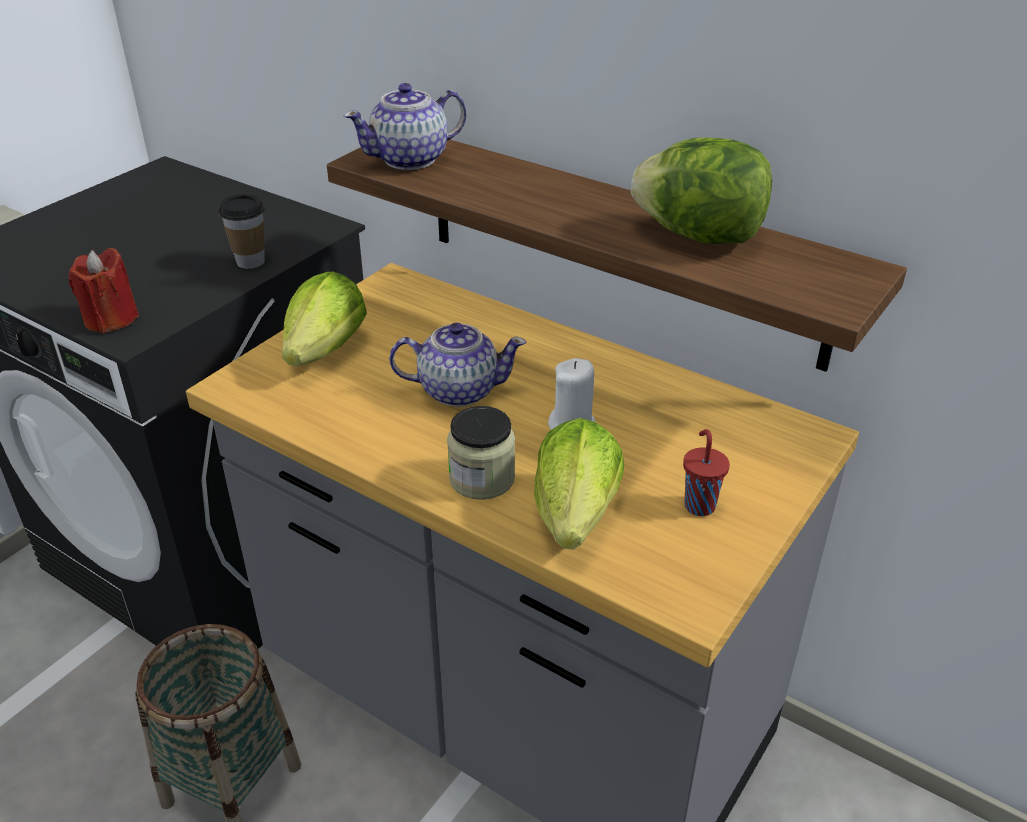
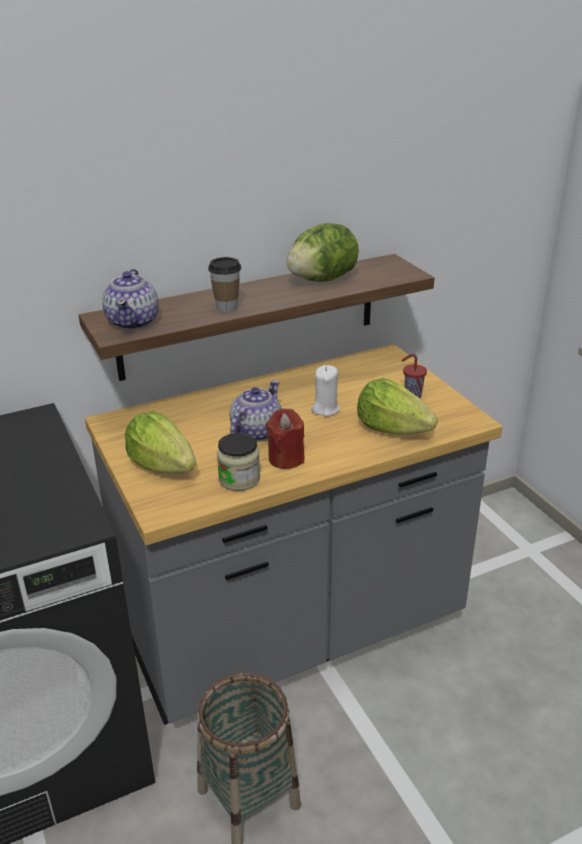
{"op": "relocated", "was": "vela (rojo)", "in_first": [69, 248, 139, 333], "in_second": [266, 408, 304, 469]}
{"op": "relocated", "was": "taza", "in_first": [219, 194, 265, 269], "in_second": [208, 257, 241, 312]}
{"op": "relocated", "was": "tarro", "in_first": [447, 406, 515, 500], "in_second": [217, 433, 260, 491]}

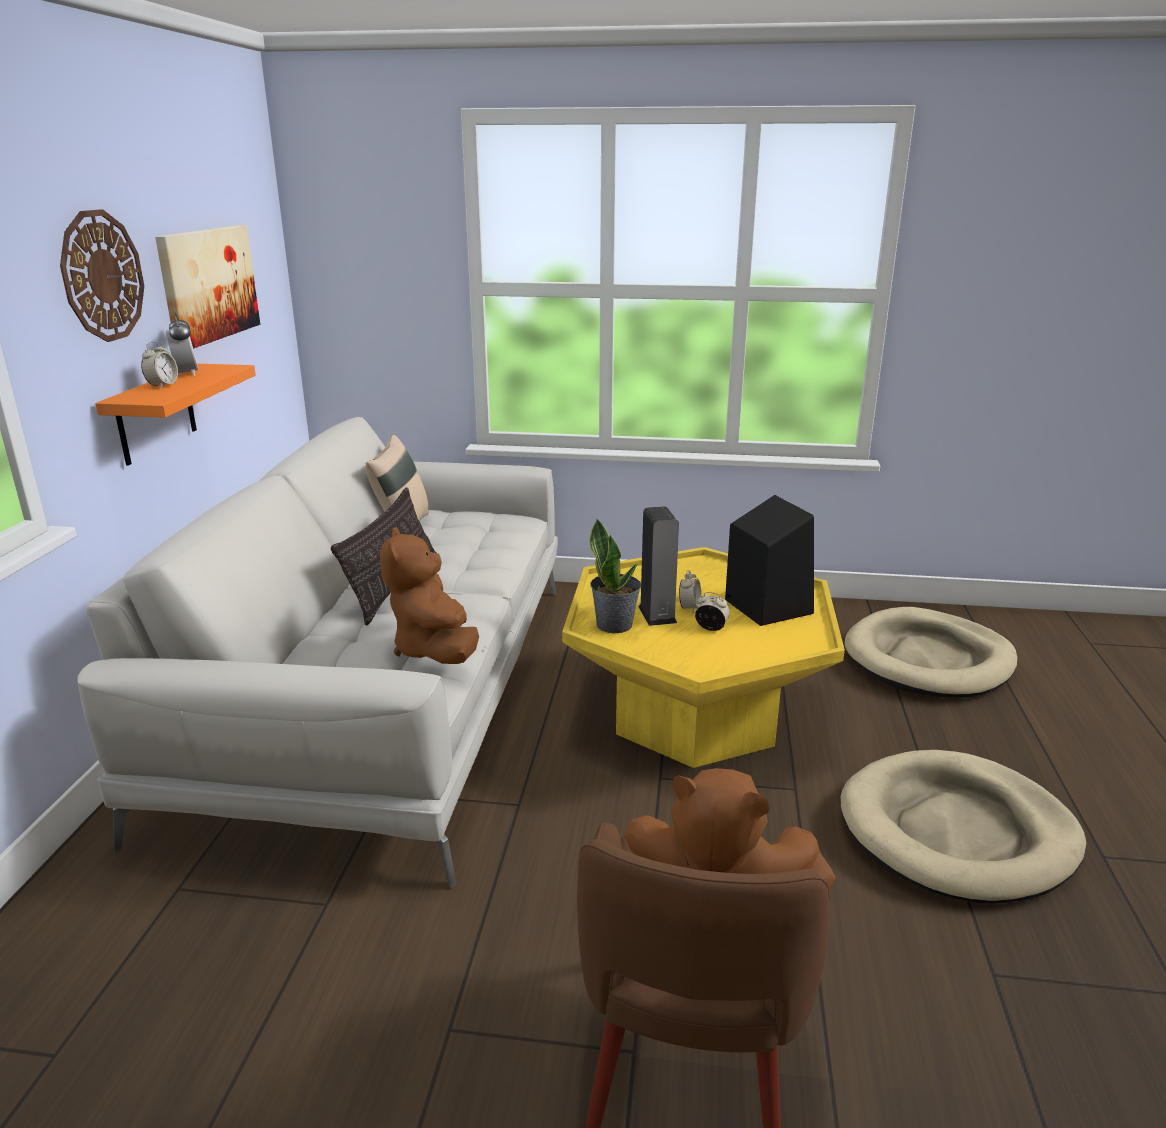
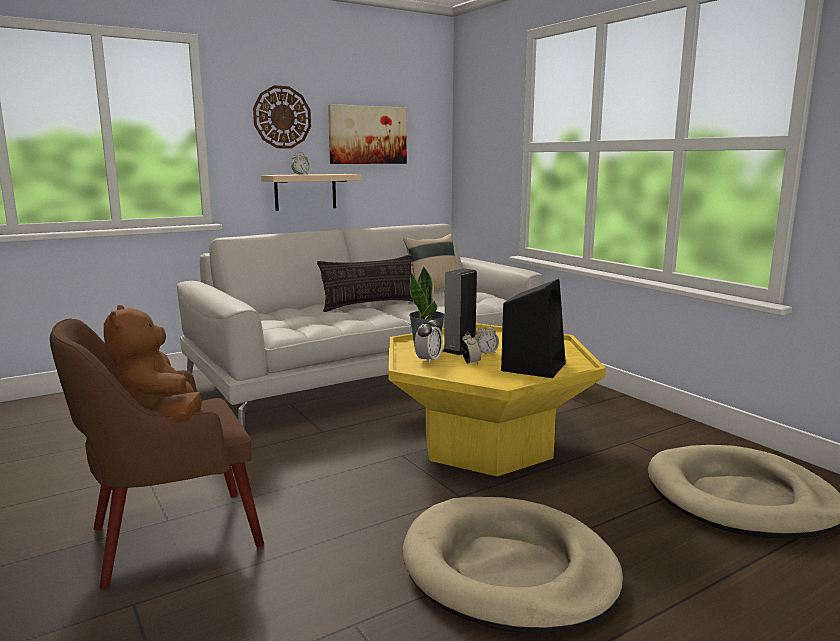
{"op": "colour", "was": "estante (naranja)", "now": "estante (beis)", "in_first": [95, 364, 256, 466], "in_second": [261, 174, 361, 211]}
{"op": "relocated", "was": "despertador", "in_first": [166, 313, 199, 376], "in_second": [414, 315, 443, 364]}
{"op": "missing", "was": "peluche (marrón)", "in_first": [380, 527, 479, 664]}

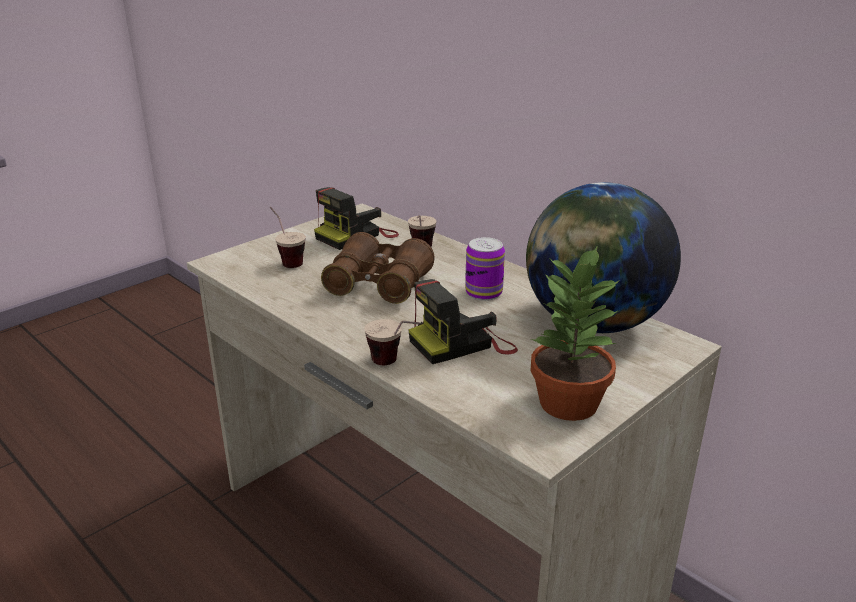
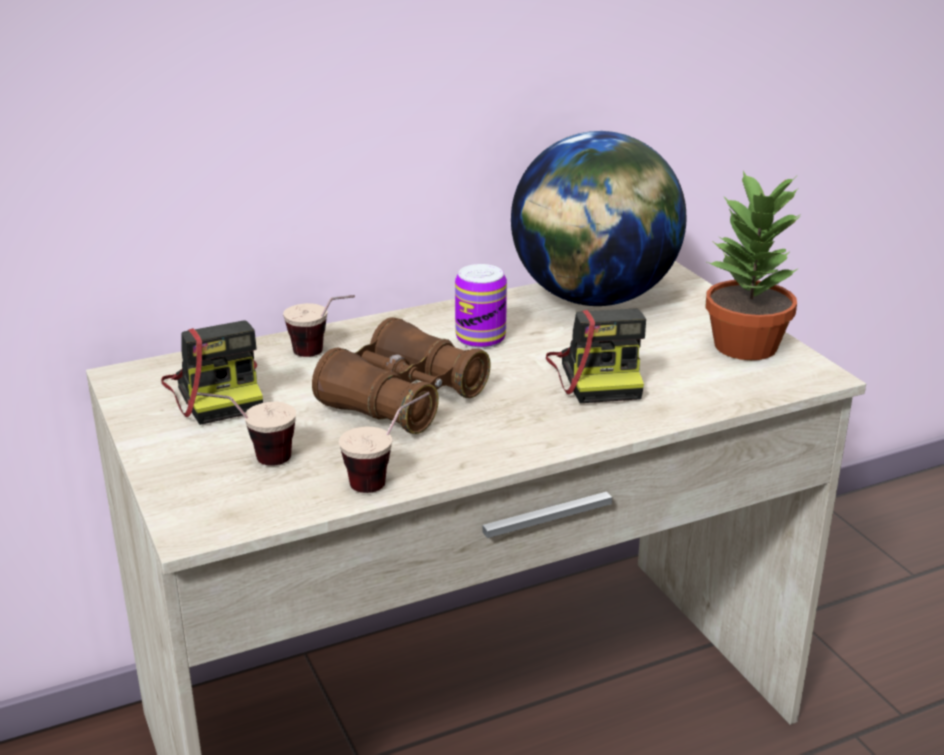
{"op": "relocated", "was": "taza", "in_first": [364, 319, 420, 365], "in_second": [339, 392, 430, 493]}

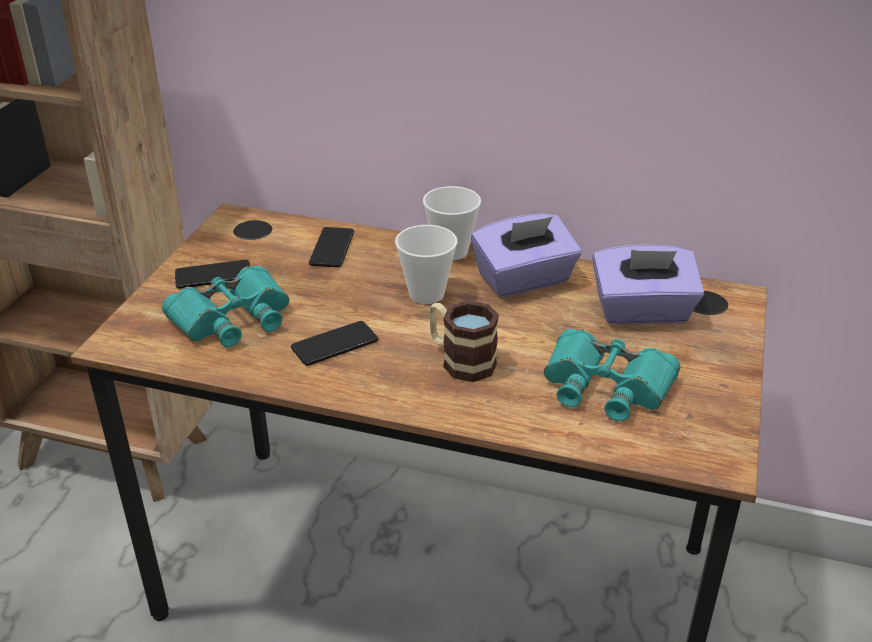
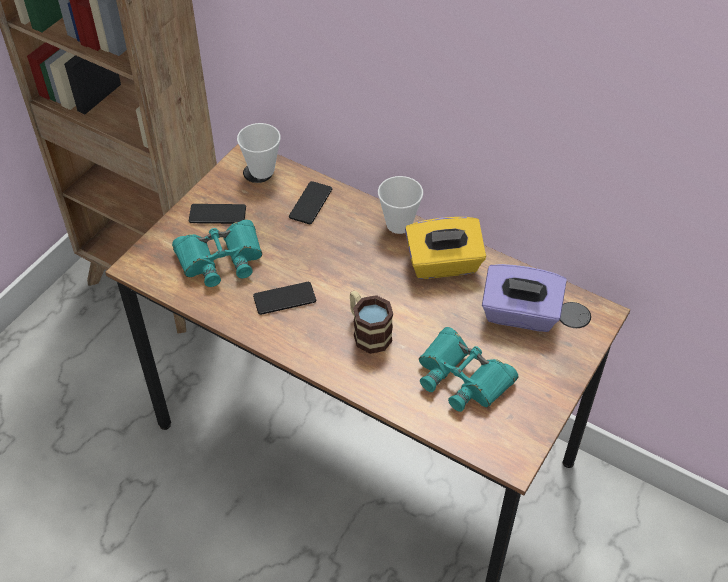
{"op": "relocated", "was": "taza", "in_first": [395, 225, 458, 304], "in_second": [237, 123, 281, 179]}
{"op": "colour", "was": "caja de pañuelos (morado)", "now": "caja de pañuelos (amarillo)", "in_first": [471, 213, 581, 297], "in_second": [405, 217, 486, 279]}

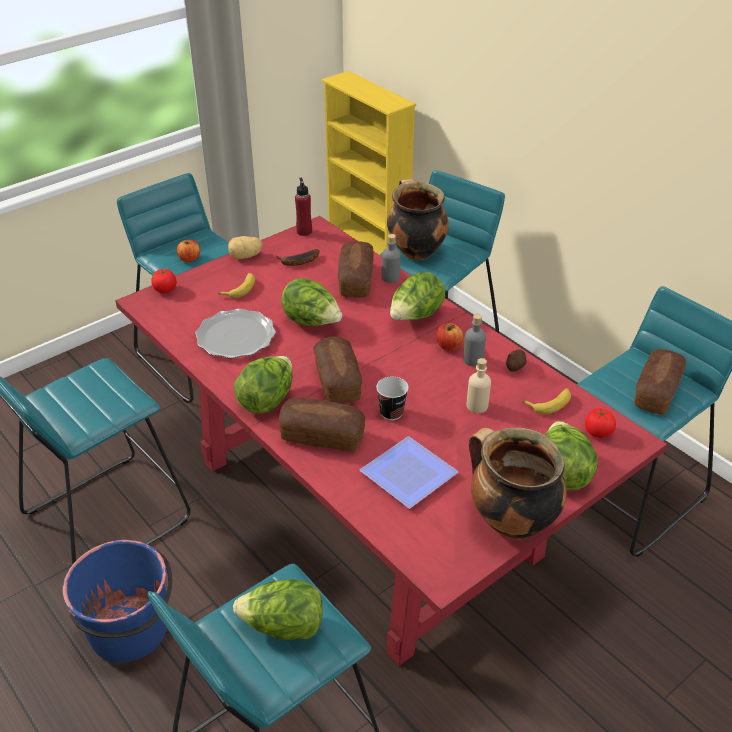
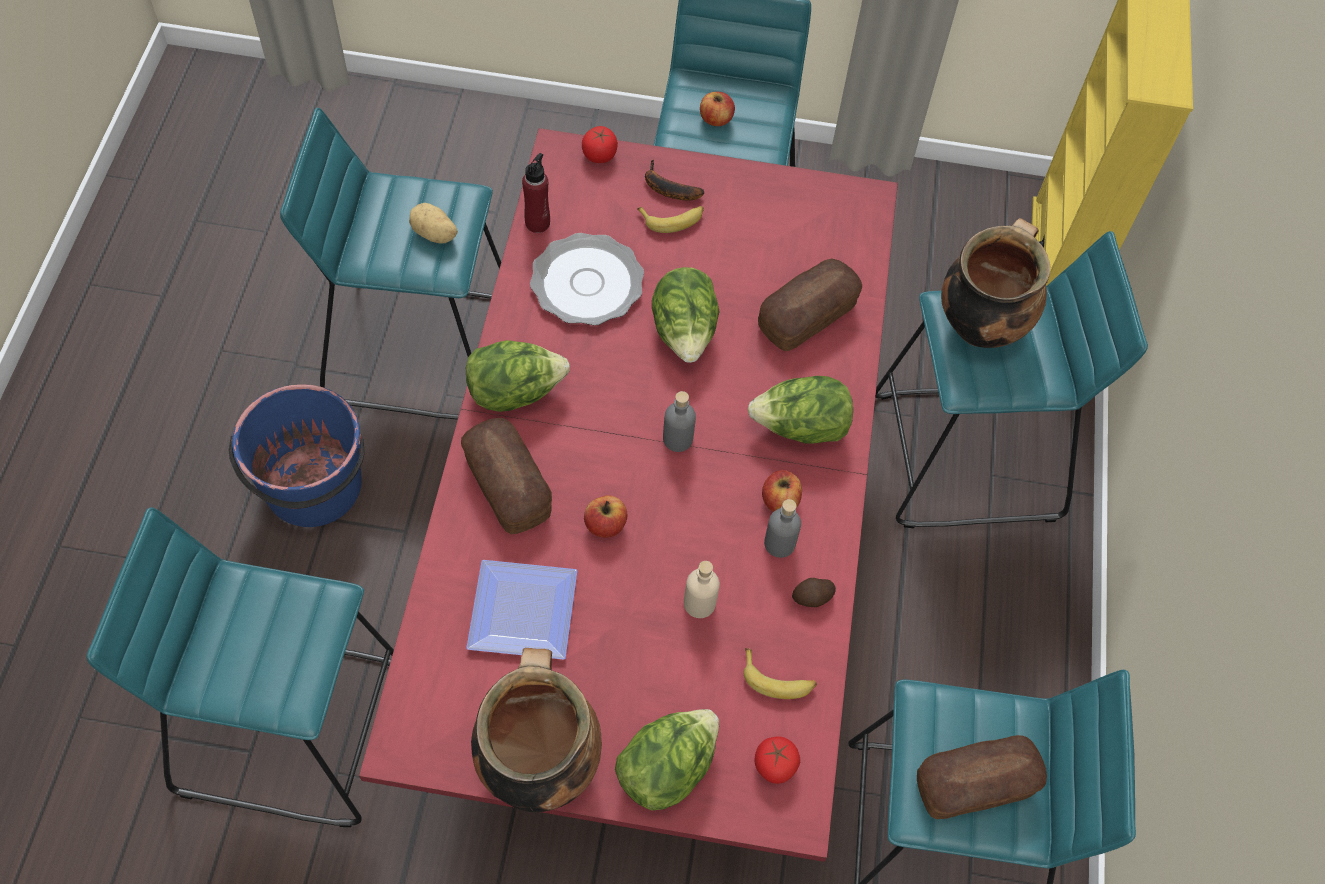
{"op": "relocated", "was": "patata", "in_first": [228, 236, 263, 259], "in_second": [409, 203, 458, 244]}
{"op": "missing", "was": "lechuga", "in_first": [233, 579, 323, 640]}
{"op": "relocated", "was": "plátano", "in_first": [276, 249, 319, 266], "in_second": [645, 159, 704, 201]}
{"op": "relocated", "was": "botella (rojo)", "in_first": [295, 178, 312, 236], "in_second": [522, 153, 550, 233]}
{"op": "missing", "was": "pan", "in_first": [313, 337, 362, 404]}
{"op": "exchanged", "was": "taza", "now": "manzana", "in_first": [376, 376, 409, 421], "in_second": [584, 495, 627, 538]}
{"op": "relocated", "was": "botella (gris)", "in_first": [381, 234, 401, 283], "in_second": [663, 391, 696, 452]}

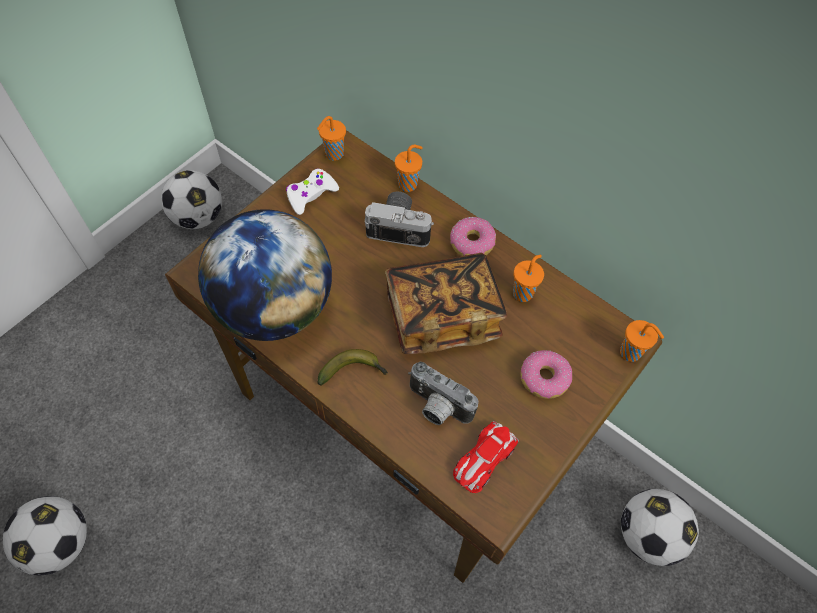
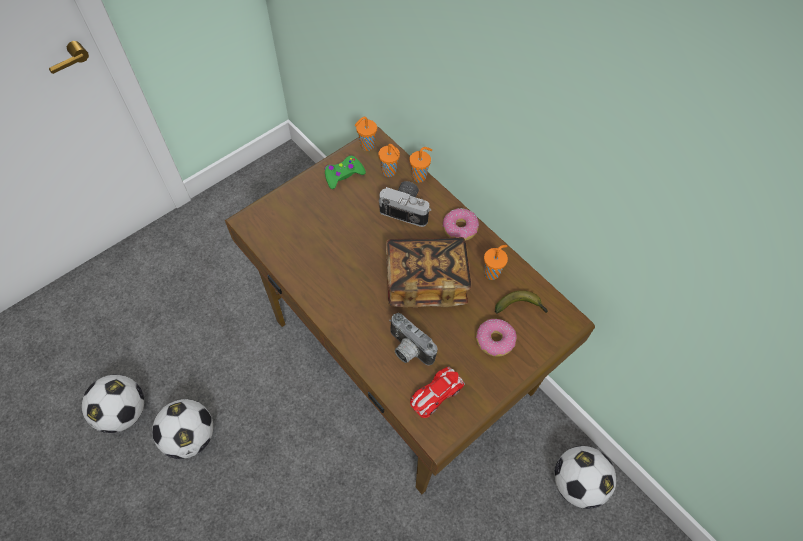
{"op": "relocated", "was": "balón de fútbol", "in_first": [161, 170, 222, 229], "in_second": [152, 399, 213, 459]}
{"op": "missing", "was": "globo terráqueo", "in_first": [198, 209, 332, 341]}
{"op": "colour", "was": "mando de consola (blanco)", "now": "mando de consola (verde)", "in_first": [286, 168, 339, 215], "in_second": [324, 155, 366, 189]}
{"op": "relocated", "was": "plátano", "in_first": [318, 349, 388, 385], "in_second": [495, 290, 548, 313]}
{"op": "relocated", "was": "taza (naranja)", "in_first": [620, 320, 664, 362], "in_second": [378, 144, 400, 177]}

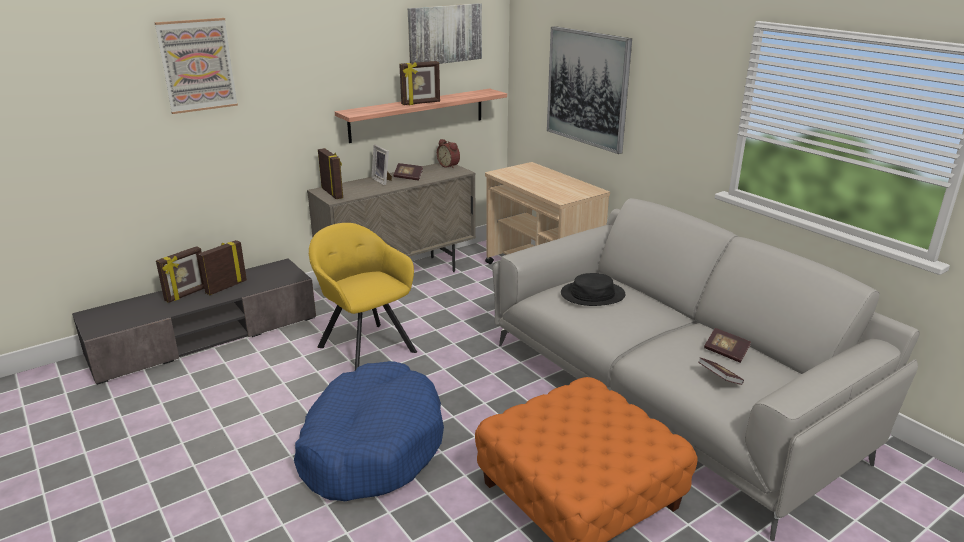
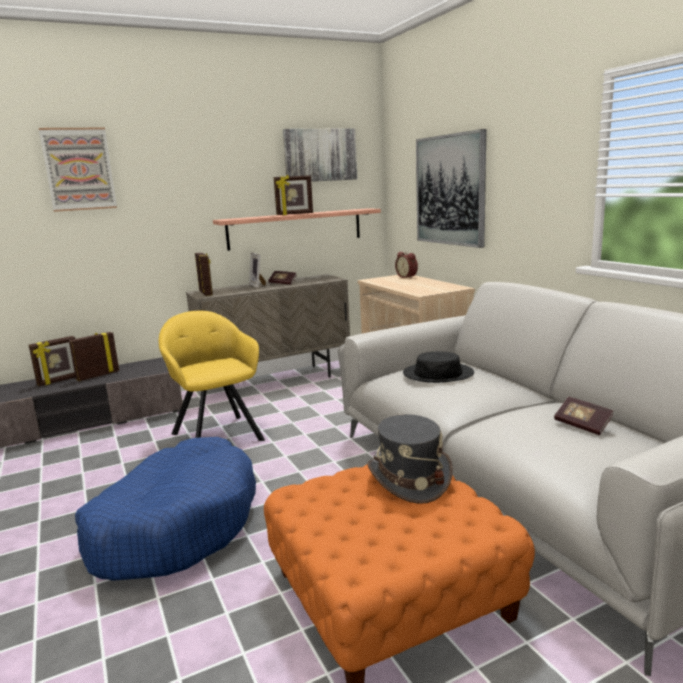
{"op": "relocated", "was": "despertador", "in_first": [437, 139, 460, 169], "in_second": [395, 252, 418, 279]}
{"op": "missing", "was": "libro", "in_first": [698, 357, 744, 385]}
{"op": "appeared", "now": "sombrero (gris)", "in_second": [367, 414, 453, 504]}

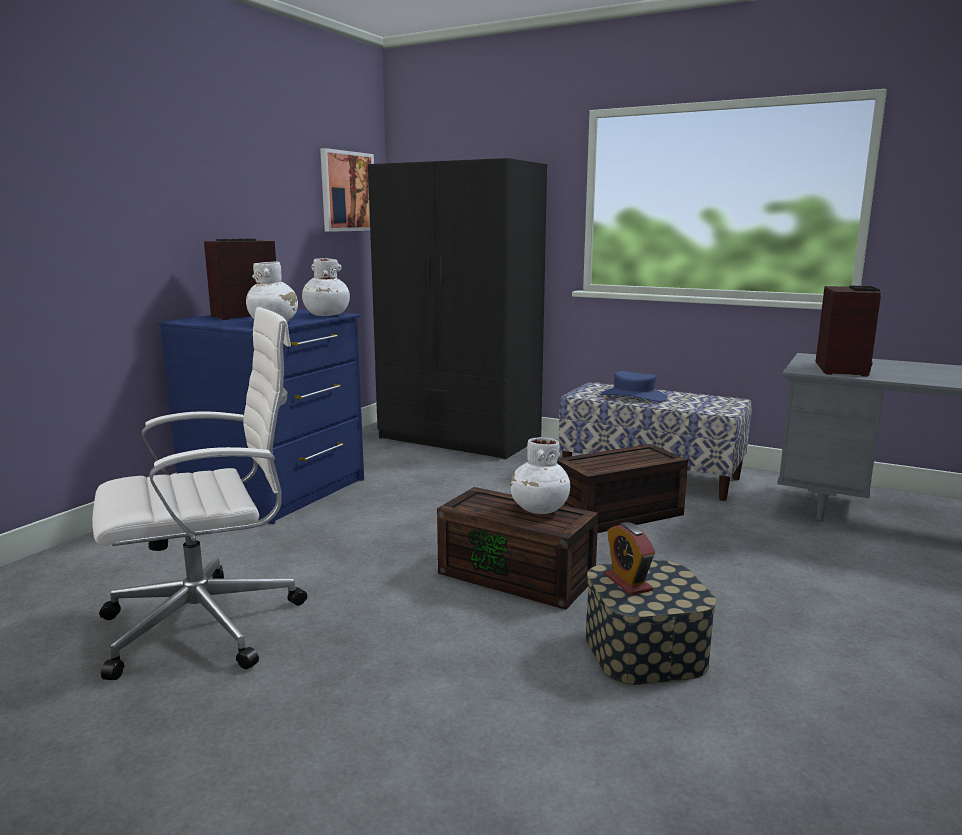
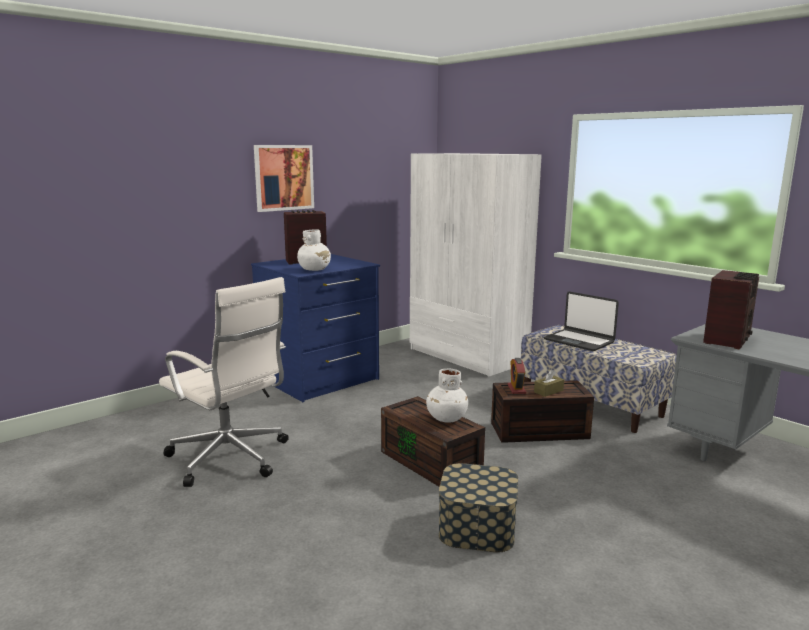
{"op": "spun", "was": "silla de oficina (blanco)", "in_first": [92, 307, 307, 680], "in_second": [159, 277, 289, 487], "clockwise": 45}
{"op": "missing", "was": "florero (blanco)", "in_first": [302, 258, 350, 316]}
{"op": "relocated", "was": "cuadro", "in_first": [320, 148, 374, 232], "in_second": [254, 145, 314, 212]}
{"op": "colour", "was": "armario ropero (negro)", "now": "armario ropero (blanco)", "in_first": [368, 158, 547, 459], "in_second": [410, 153, 542, 377]}
{"op": "exchanged", "was": "sombrero (azul)", "now": "portátil", "in_first": [601, 371, 667, 402], "in_second": [544, 291, 619, 351]}
{"op": "relocated", "was": "despertador", "in_first": [605, 522, 655, 596], "in_second": [507, 358, 526, 394]}
{"op": "appeared", "now": "caja de pañuelos (marrón)", "in_second": [534, 369, 564, 397]}

